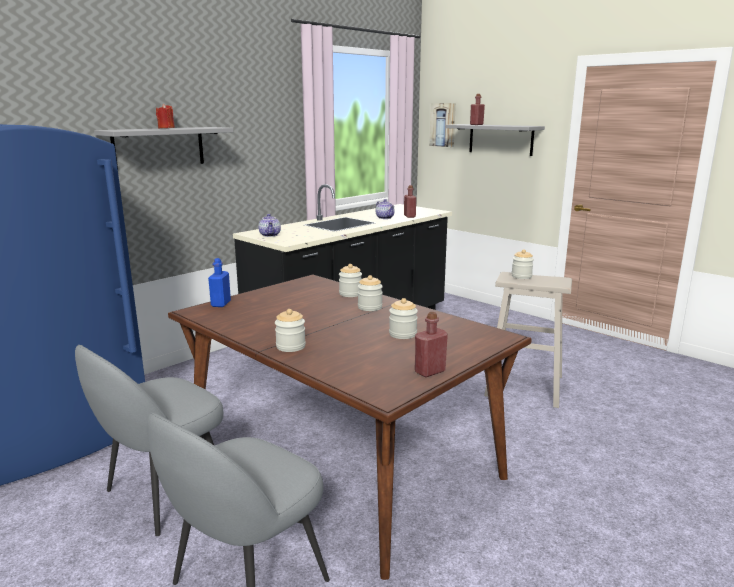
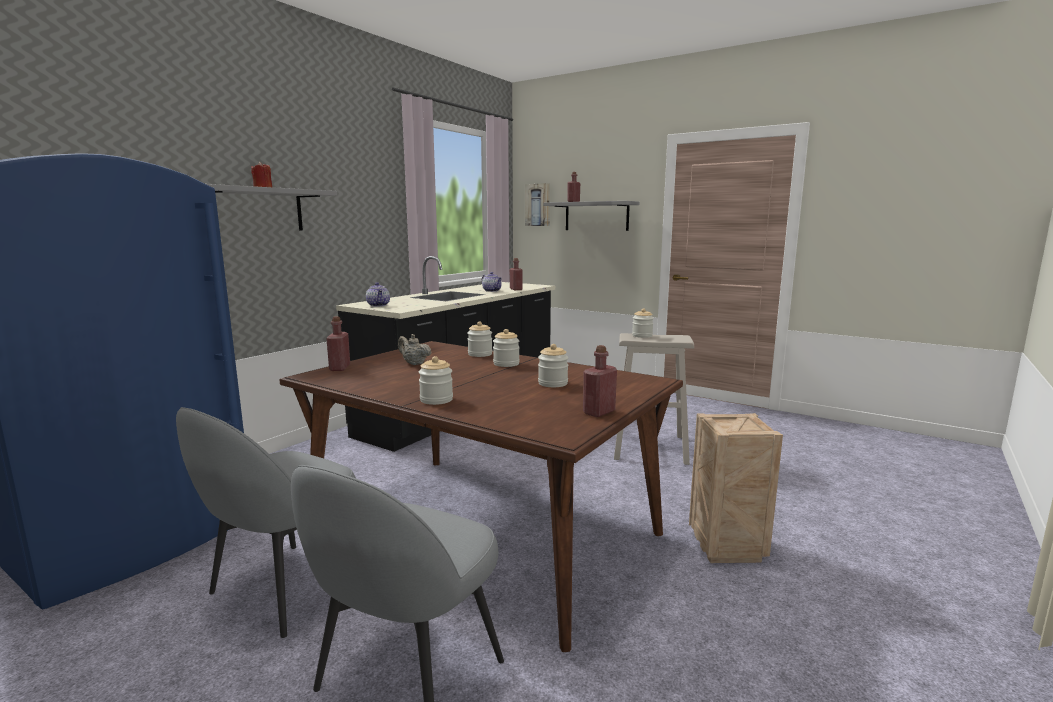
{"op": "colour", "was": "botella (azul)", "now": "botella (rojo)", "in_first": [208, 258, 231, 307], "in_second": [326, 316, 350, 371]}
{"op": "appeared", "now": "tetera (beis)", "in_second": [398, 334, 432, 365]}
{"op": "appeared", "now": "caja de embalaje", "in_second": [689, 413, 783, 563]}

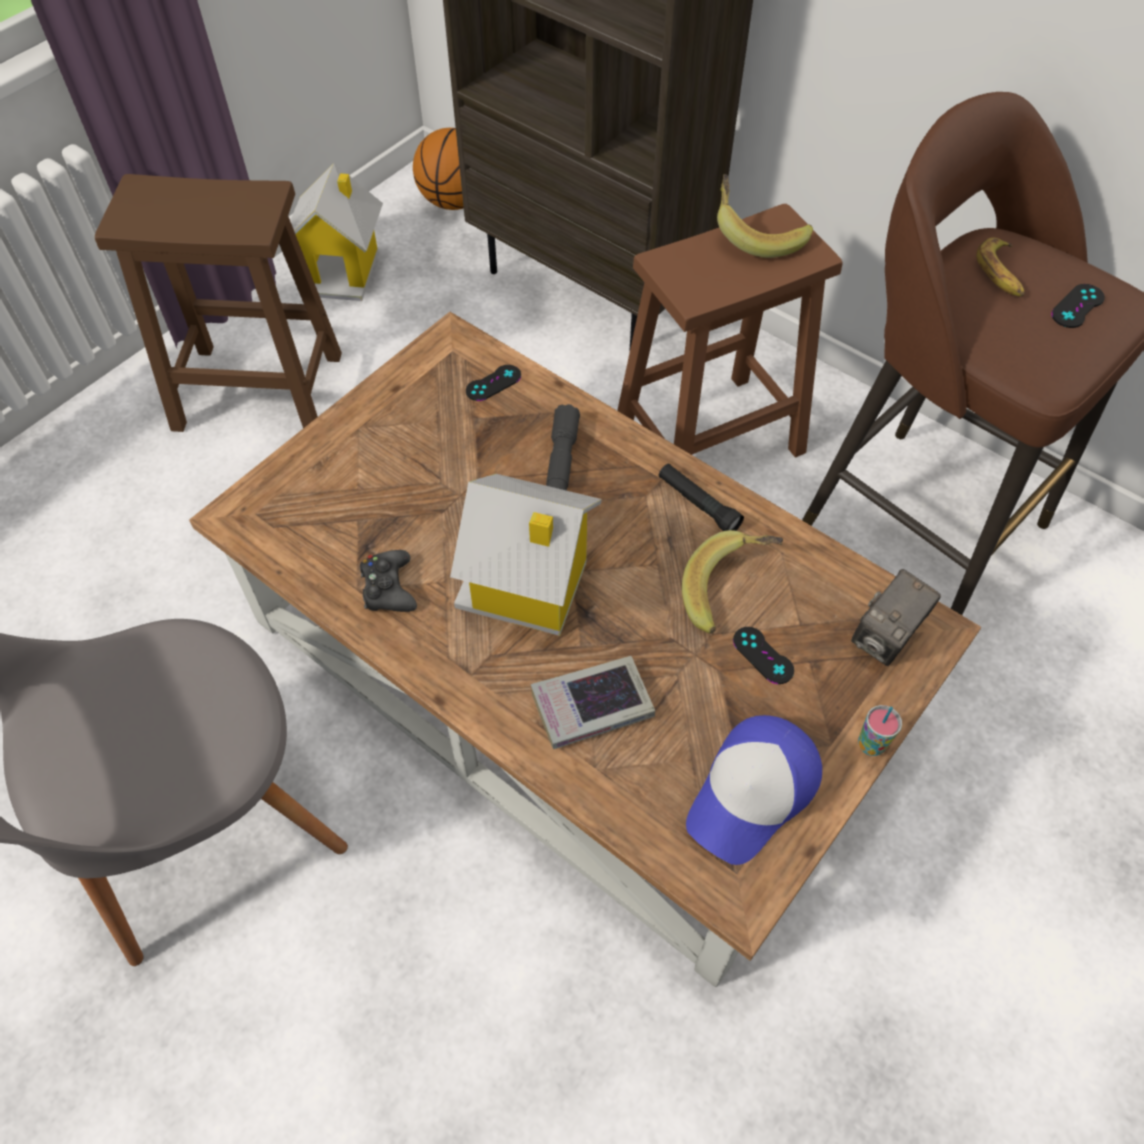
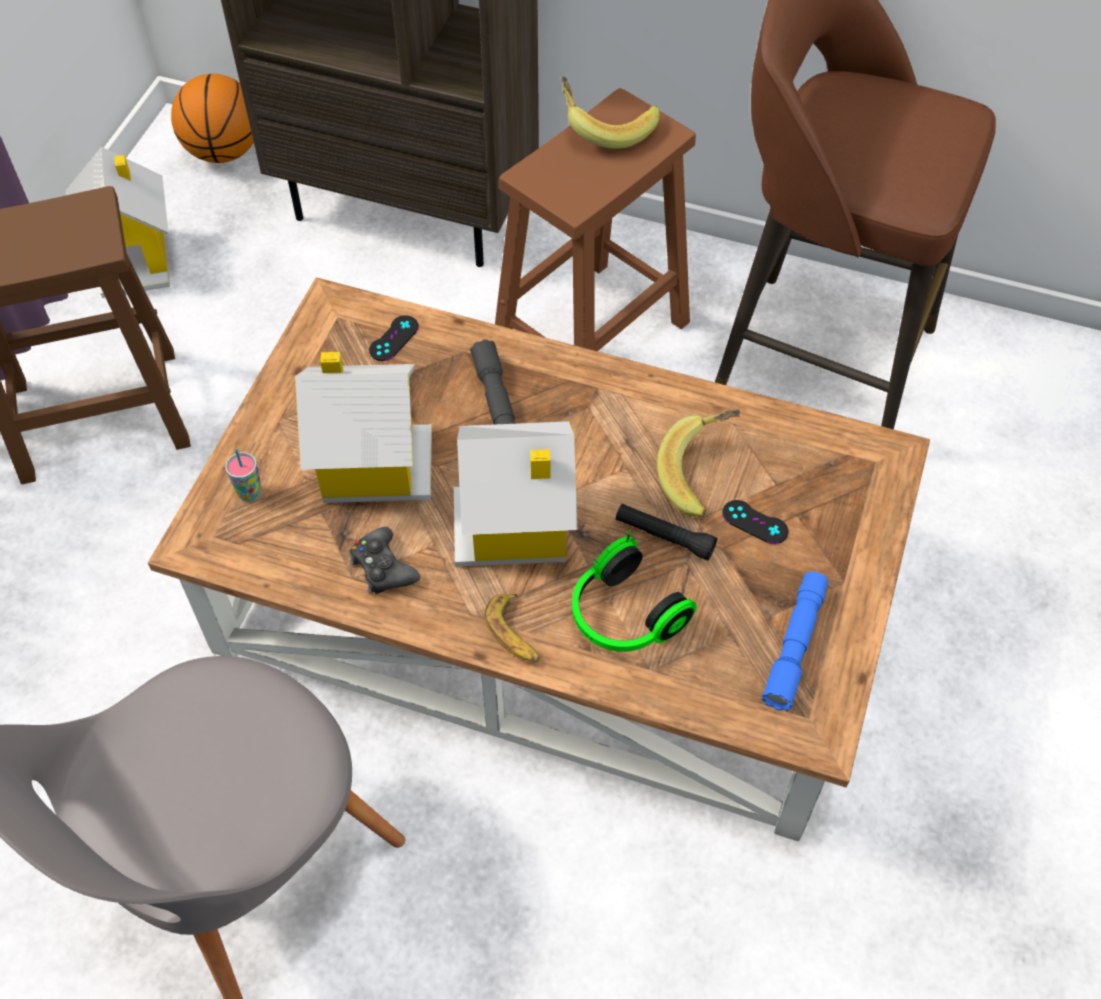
{"op": "exchanged", "was": "libro", "now": "auriculares", "in_first": [531, 656, 655, 749], "in_second": [572, 530, 697, 652]}
{"op": "relocated", "was": "linterna (negro)", "in_first": [659, 464, 744, 531], "in_second": [616, 503, 717, 561]}
{"op": "exchanged", "was": "gorra", "now": "linterna (azul)", "in_first": [686, 715, 822, 865], "in_second": [762, 572, 828, 711]}
{"op": "missing", "was": "cámara", "in_first": [851, 569, 941, 666]}
{"op": "relocated", "was": "taza", "in_first": [858, 705, 902, 756], "in_second": [225, 449, 262, 502]}
{"op": "relocated", "was": "plátano", "in_first": [976, 237, 1025, 297], "in_second": [484, 594, 540, 662]}
{"op": "missing", "was": "mando de consola (negro)", "in_first": [1051, 284, 1105, 328]}
{"op": "appeared", "now": "casita", "in_second": [295, 352, 432, 503]}

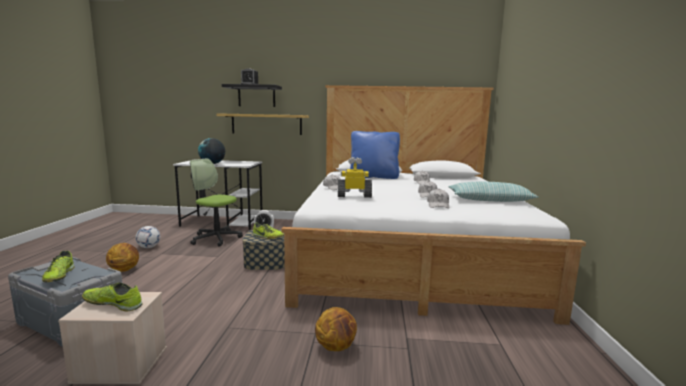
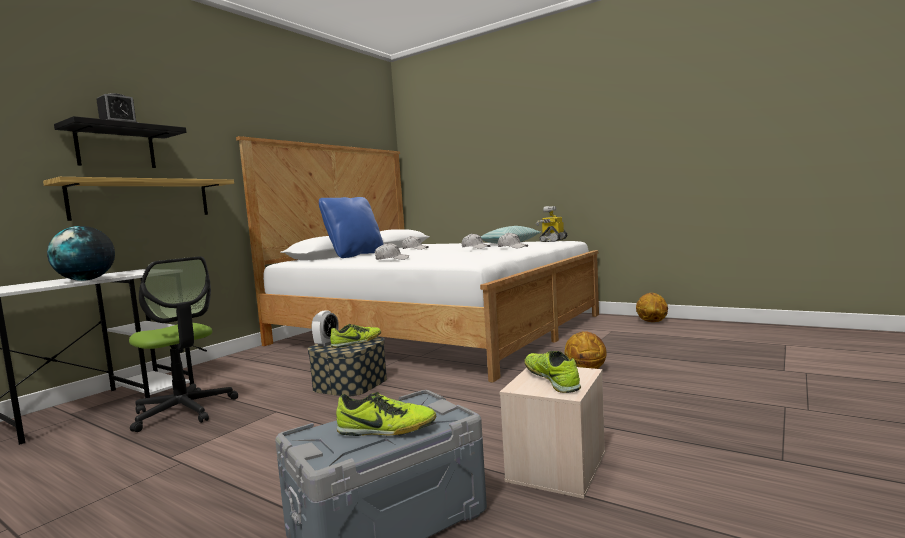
{"op": "spun", "was": "zapato", "in_first": [82, 283, 143, 312], "in_second": [525, 351, 581, 393], "clockwise": 120}
{"op": "relocated", "was": "balón de baloncesto", "in_first": [106, 243, 139, 272], "in_second": [636, 293, 668, 322]}
{"op": "missing", "was": "balón de fútbol", "in_first": [135, 226, 161, 248]}
{"op": "spun", "was": "silla de oficina", "in_first": [190, 158, 243, 247], "in_second": [129, 256, 238, 432], "clockwise": -105}
{"op": "relocated", "was": "robot de juguete", "in_first": [338, 157, 372, 198], "in_second": [536, 206, 567, 242]}

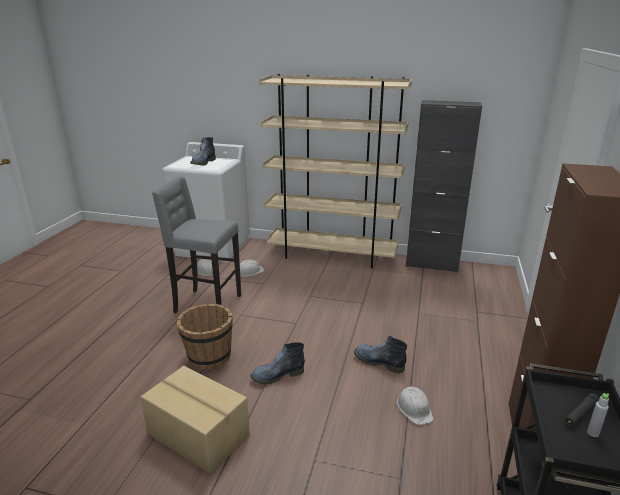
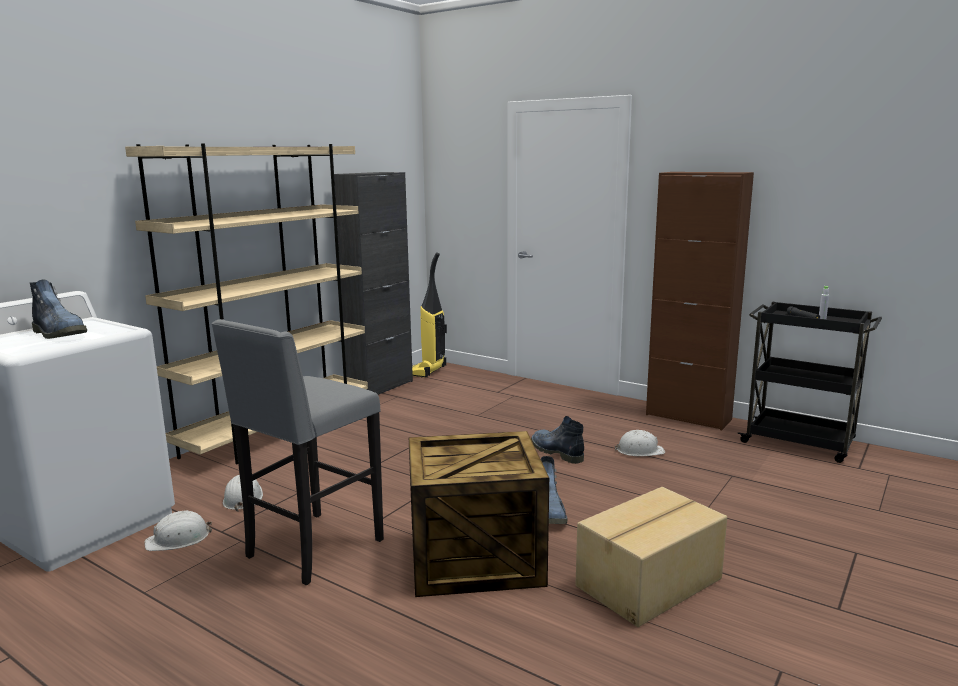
{"op": "exchanged", "was": "cubo (marrón)", "now": "caja de embalaje", "in_first": [177, 304, 233, 370], "in_second": [409, 431, 549, 597]}
{"op": "spun", "was": "bota", "in_first": [354, 336, 407, 373], "in_second": [531, 416, 584, 464], "clockwise": 90}
{"op": "appeared", "now": "aspiradora", "in_second": [412, 252, 447, 378]}

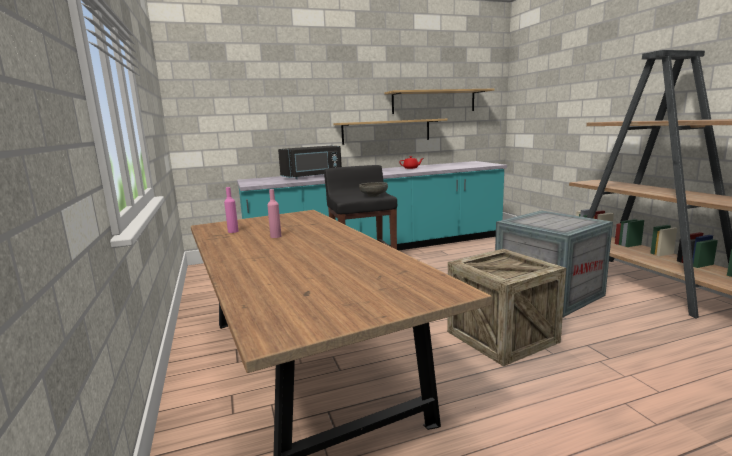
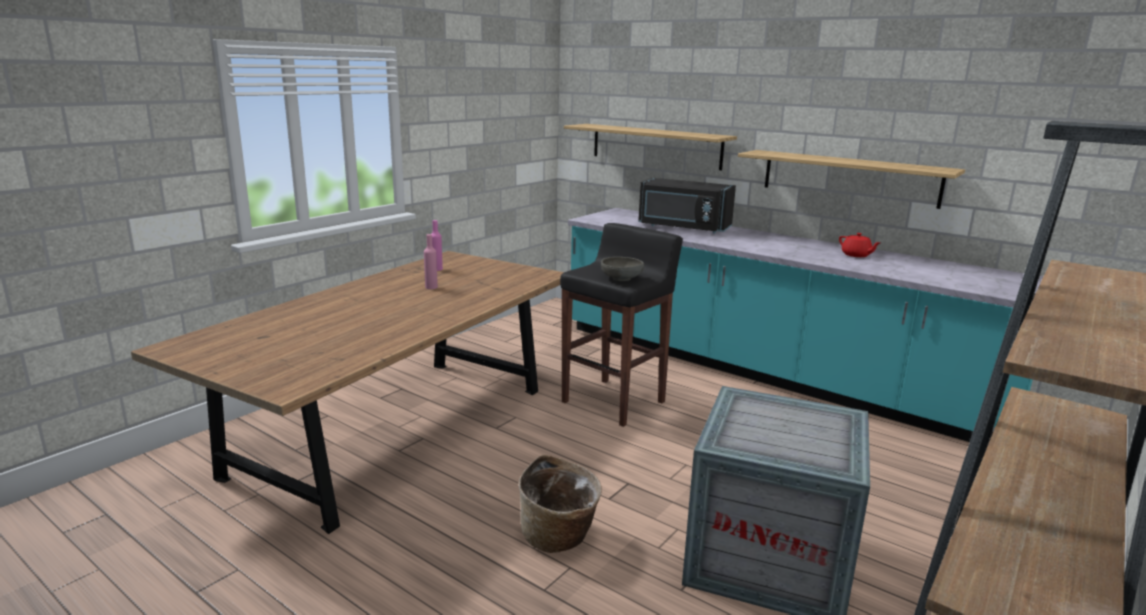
{"op": "relocated", "was": "estante", "in_first": [384, 89, 495, 114], "in_second": [564, 124, 737, 171]}
{"op": "exchanged", "was": "caja de embalaje", "now": "cesta", "in_first": [447, 249, 566, 366], "in_second": [519, 455, 602, 553]}

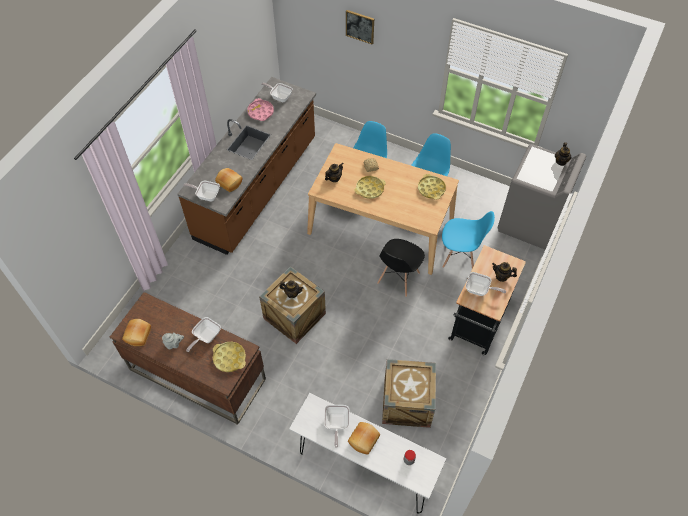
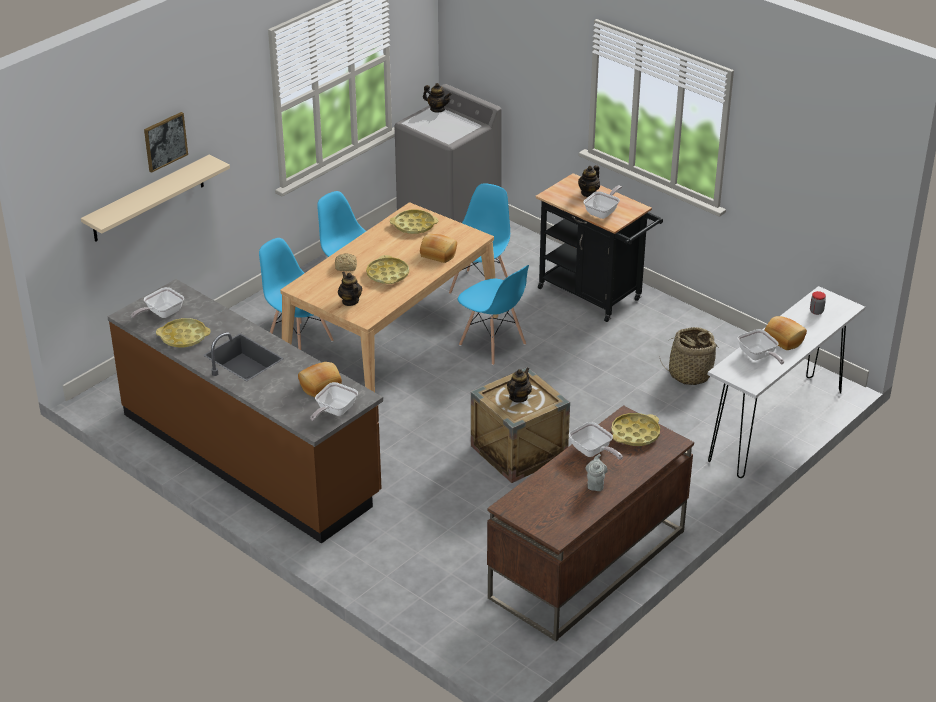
{"op": "relocated", "was": "pan", "in_first": [122, 319, 151, 346], "in_second": [420, 234, 457, 263]}
{"op": "colour", "was": "bandeja (rosa)", "now": "bandeja (amarillo)", "in_first": [247, 98, 274, 121], "in_second": [156, 318, 211, 347]}
{"op": "spun", "was": "sartén", "in_first": [324, 405, 350, 448], "in_second": [737, 329, 784, 365], "clockwise": 45}
{"op": "colour", "was": "silla (negro)", "now": "silla (azul)", "in_first": [377, 239, 425, 297], "in_second": [458, 265, 529, 365]}
{"op": "exchanged", "was": "caja de embalaje", "now": "cesta", "in_first": [382, 359, 436, 428], "in_second": [659, 327, 719, 385]}
{"op": "appeared", "now": "estante (beis)", "in_second": [81, 155, 230, 242]}

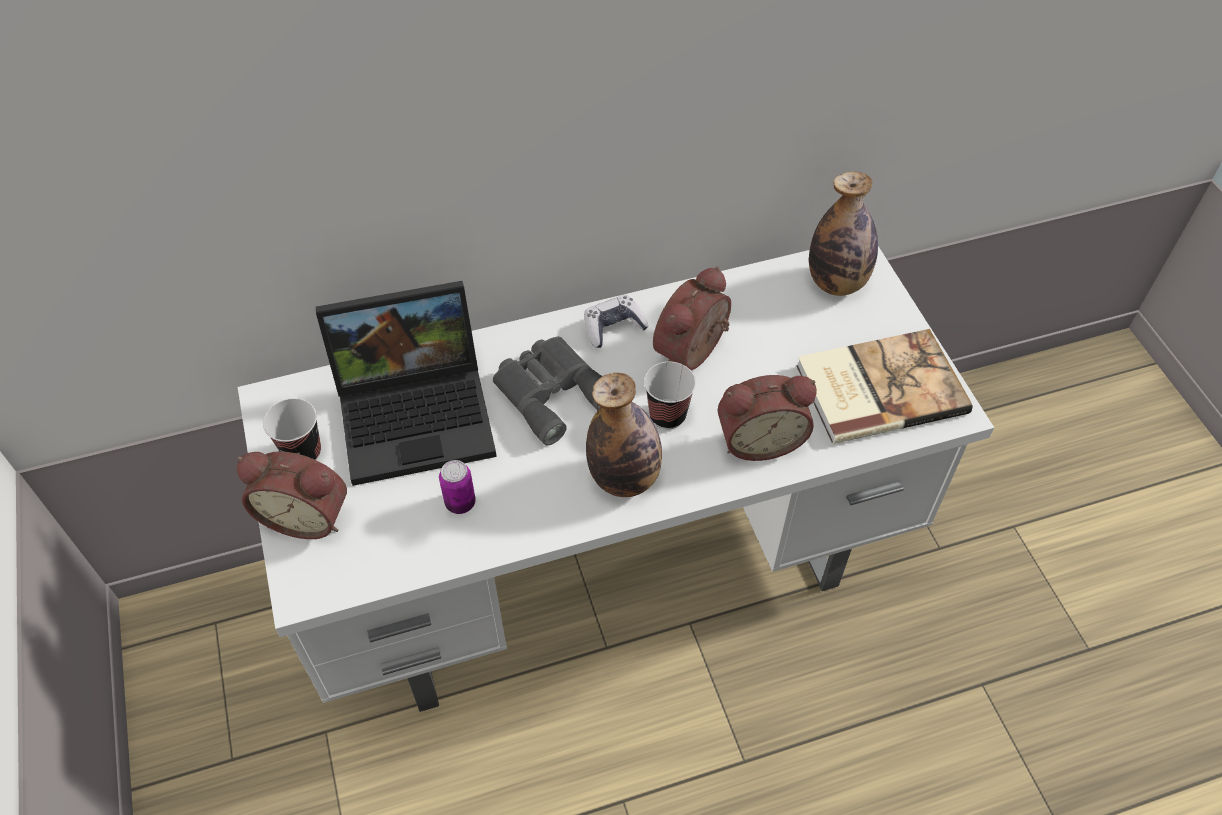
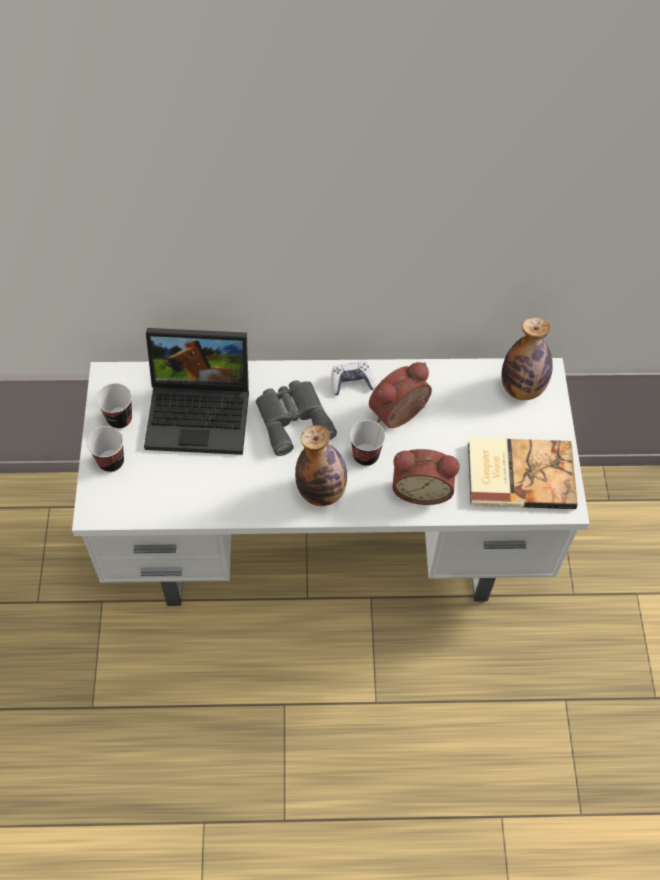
{"op": "exchanged", "was": "despertador", "now": "taza", "in_first": [237, 451, 347, 539], "in_second": [87, 426, 124, 472]}
{"op": "missing", "was": "lata", "in_first": [439, 460, 476, 514]}

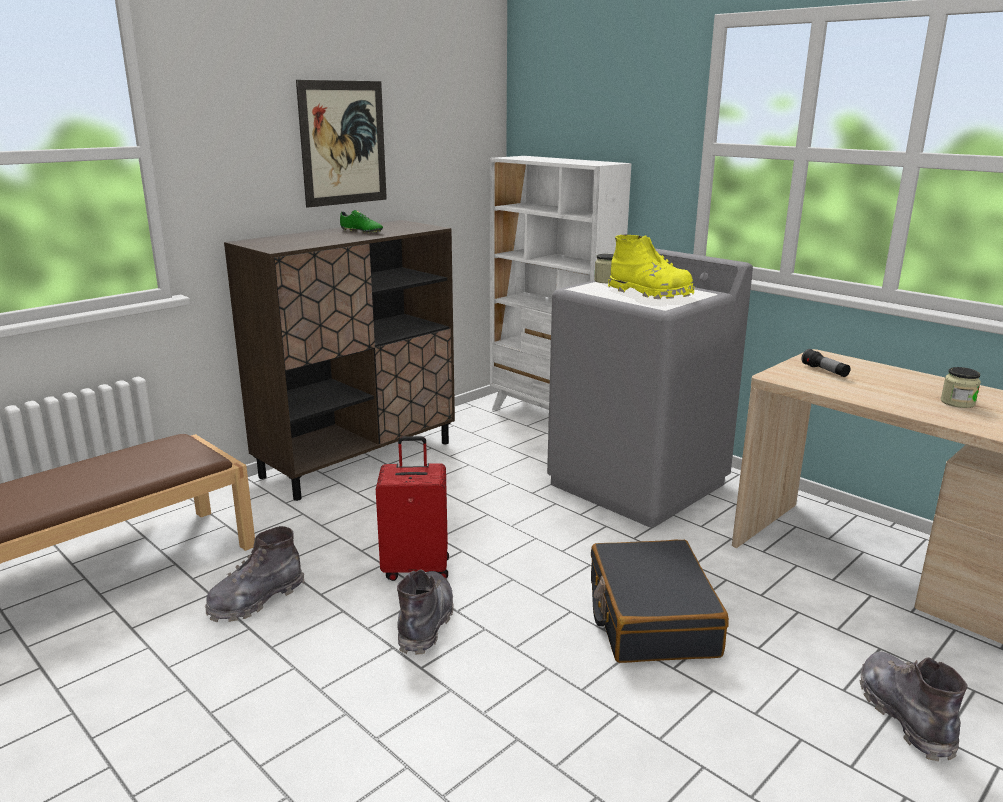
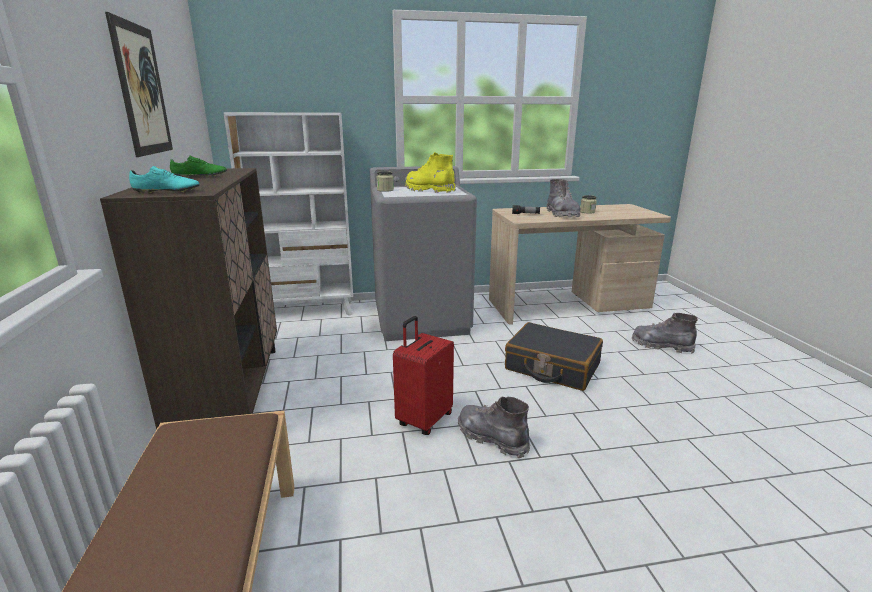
{"op": "relocated", "was": "bota (gris)", "in_first": [205, 526, 305, 622], "in_second": [547, 179, 580, 217]}
{"op": "spun", "was": "bota (amarillo)", "in_first": [608, 234, 695, 299], "in_second": [405, 152, 456, 193], "clockwise": -120}
{"op": "appeared", "now": "zapato (turquesa)", "in_second": [129, 166, 199, 194]}

